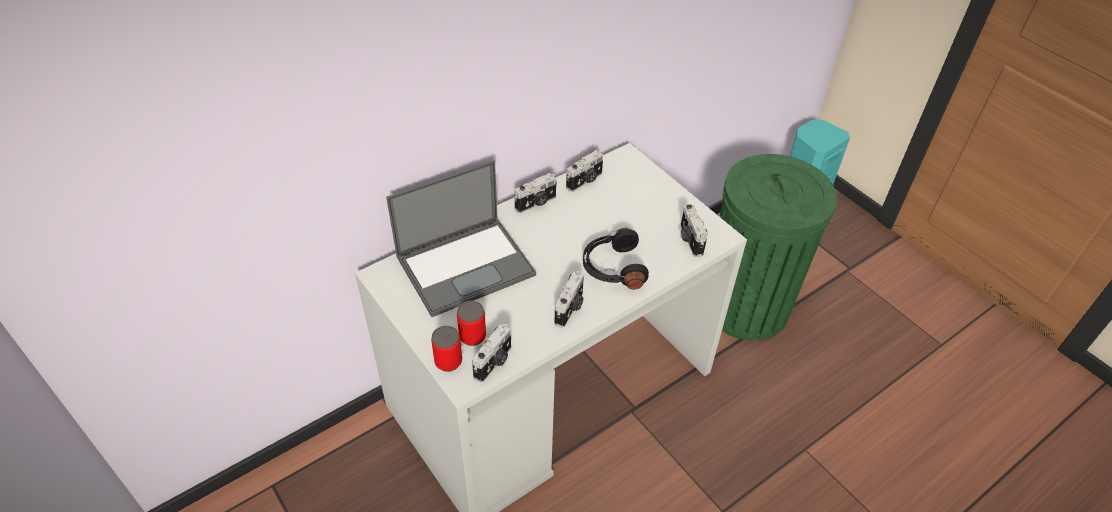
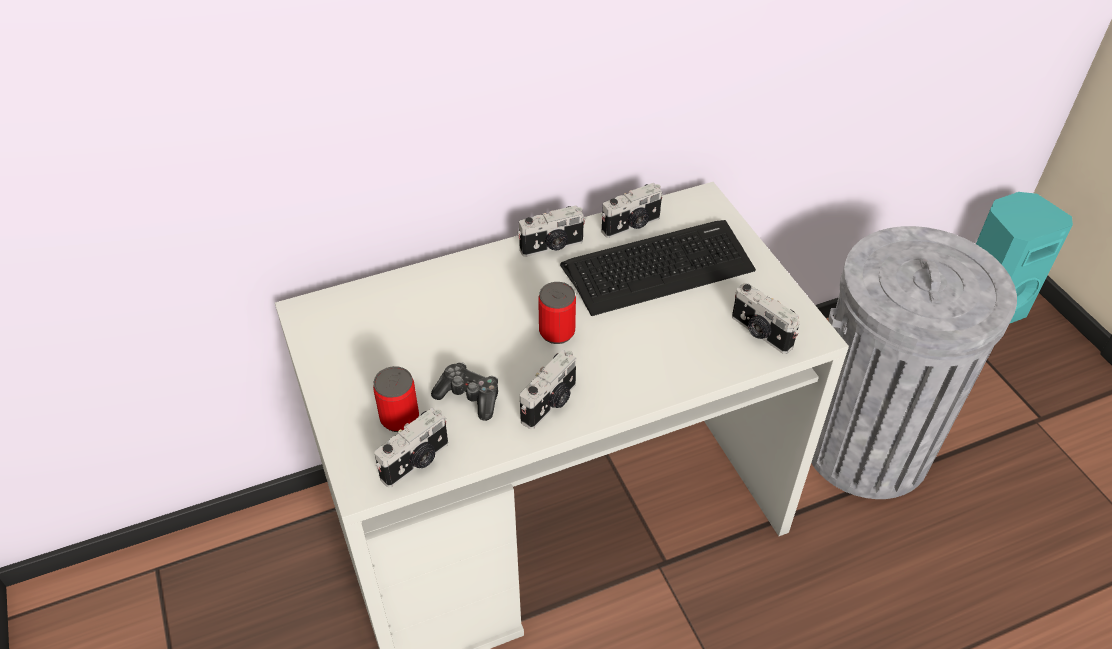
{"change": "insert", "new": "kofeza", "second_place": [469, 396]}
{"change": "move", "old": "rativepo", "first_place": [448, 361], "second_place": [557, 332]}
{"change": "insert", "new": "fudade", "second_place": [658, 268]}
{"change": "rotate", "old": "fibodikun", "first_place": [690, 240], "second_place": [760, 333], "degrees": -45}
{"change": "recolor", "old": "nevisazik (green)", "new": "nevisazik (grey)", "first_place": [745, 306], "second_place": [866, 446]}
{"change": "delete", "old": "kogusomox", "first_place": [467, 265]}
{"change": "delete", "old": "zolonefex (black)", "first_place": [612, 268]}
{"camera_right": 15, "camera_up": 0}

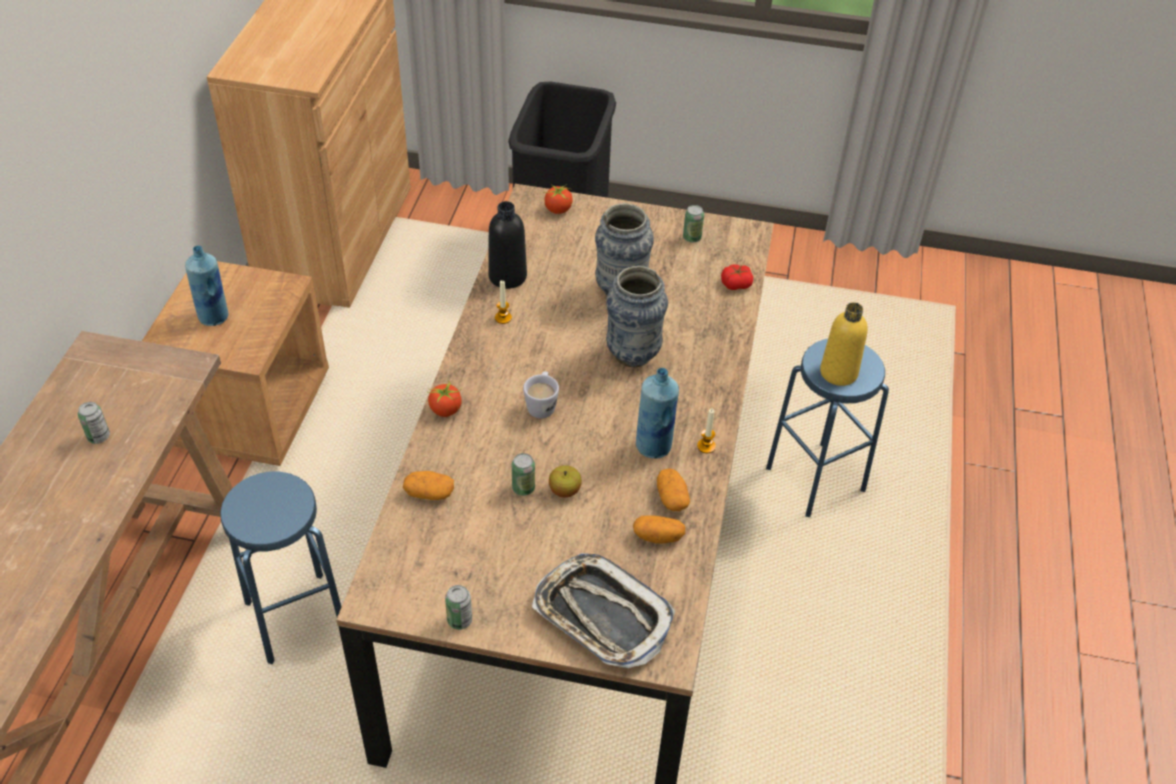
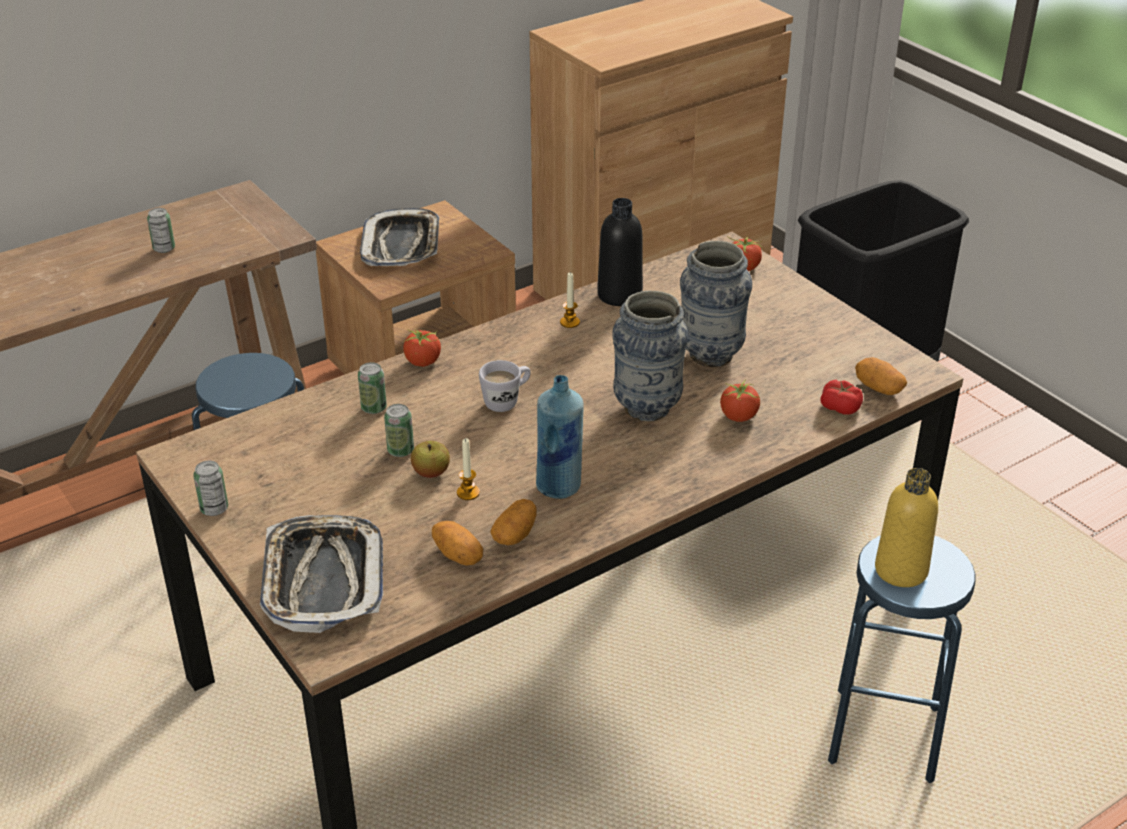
{"change": "move", "old": "rativepo", "first_place": [692, 237], "second_place": [374, 408]}
{"change": "replace", "old": "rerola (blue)", "new": "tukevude", "first_place": [214, 317], "second_place": [402, 245]}
{"change": "move", "old": "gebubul", "first_place": [706, 446], "second_place": [468, 493]}
{"change": "insert", "new": "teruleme", "second_place": [738, 417]}
{"change": "move", "old": "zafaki", "first_place": [429, 493], "second_place": [878, 388]}
{"camera_right": 45, "camera_up": -10}

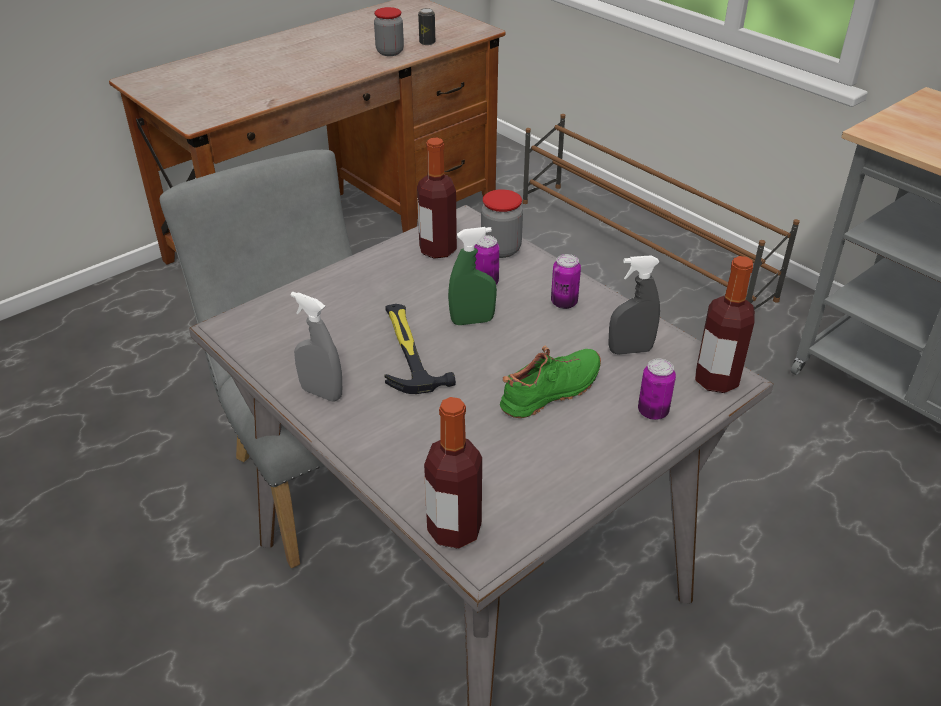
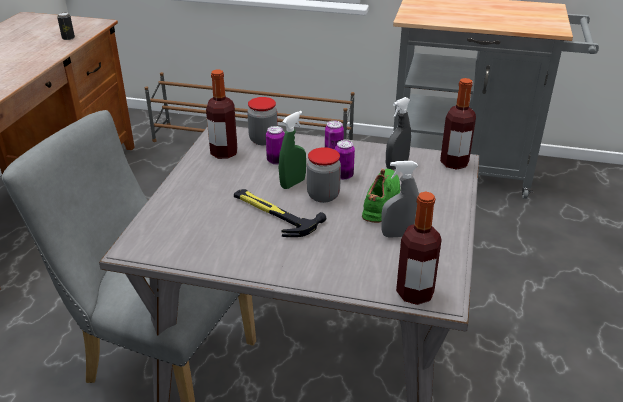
{"change": "move", "old": "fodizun", "first_place": [390, 52], "second_place": [323, 195]}
{"change": "move", "old": "rativepo", "first_place": [653, 412], "second_place": [343, 176]}
{"change": "move", "old": "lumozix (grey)", "first_place": [321, 393], "second_place": [398, 235]}
{"camera_right": -35, "camera_up": -5}

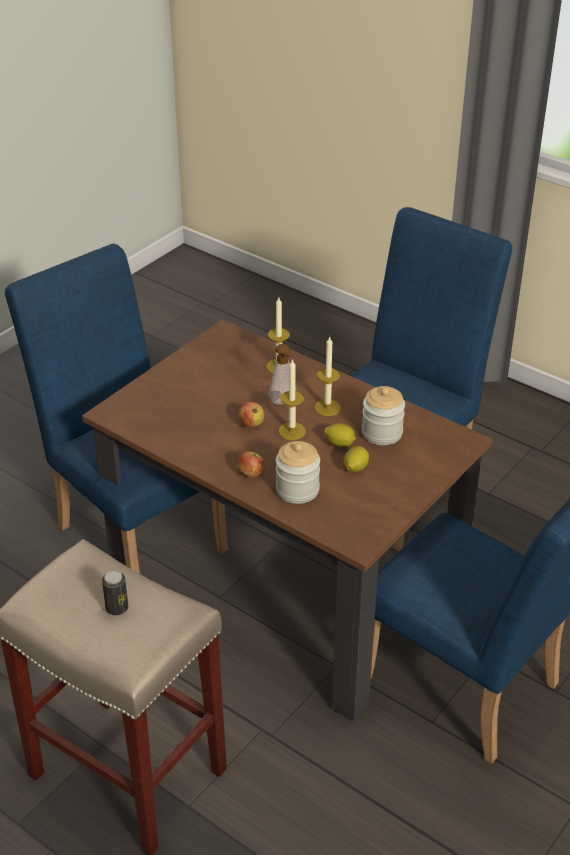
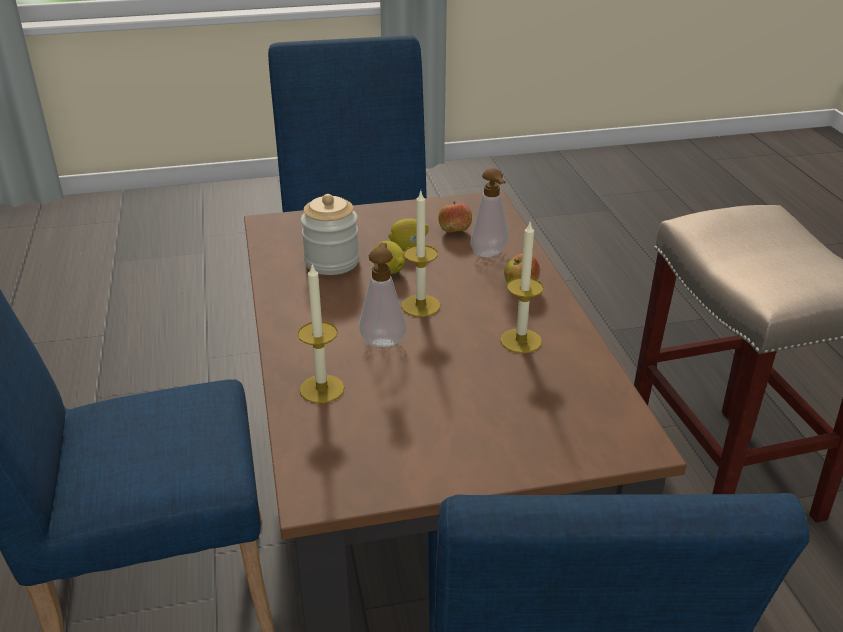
{"change": "move", "old": "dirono", "first_place": [251, 424], "second_place": [454, 231]}
{"change": "replace", "old": "fodizun", "new": "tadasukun", "first_place": [297, 490], "second_place": [490, 255]}
{"change": "move", "old": "gebubul", "first_place": [327, 407], "second_place": [521, 341]}
{"change": "delete", "old": "rativepo", "first_place": [117, 608]}
{"camera_right": -140, "camera_up": -5}

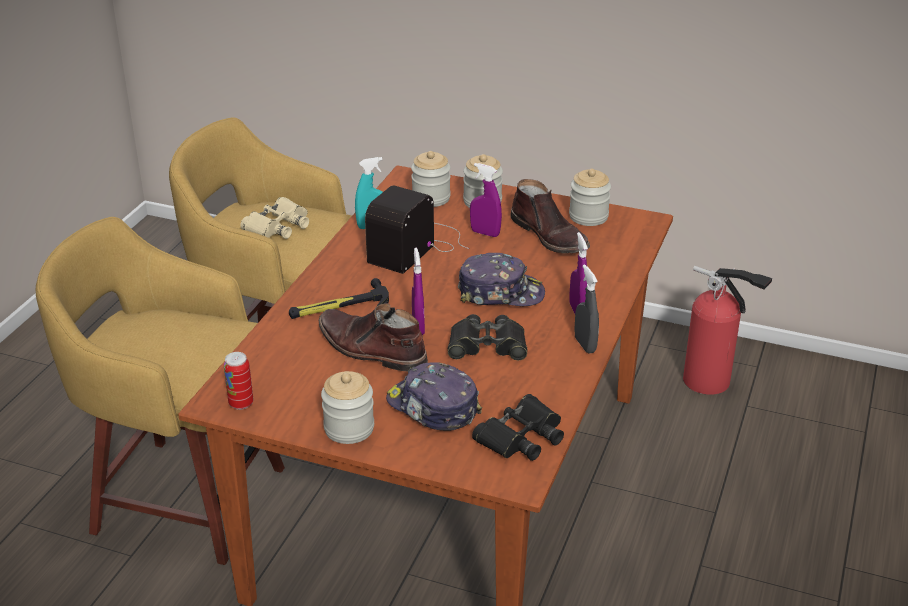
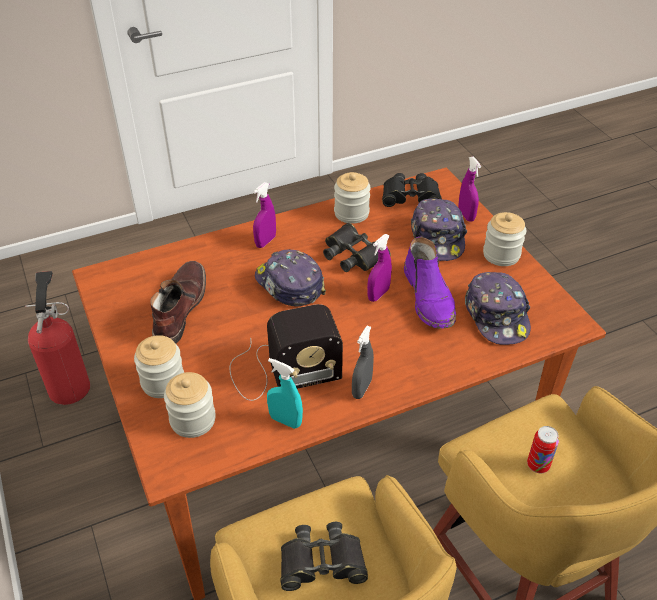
{"change": "recolor", "old": "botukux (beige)", "new": "botukux (black)", "first_place": [278, 226], "second_place": [322, 562]}
{"change": "move", "old": "fodizun", "first_place": [588, 216], "second_place": [351, 213]}
{"change": "move", "old": "lumozix (grey)", "first_place": [585, 345], "second_place": [362, 388]}
{"change": "recolor", "old": "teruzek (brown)", "new": "teruzek (purple)", "first_place": [371, 349], "second_place": [429, 298]}
{"change": "move", "old": "lumozix (purple)", "first_place": [485, 233], "second_place": [466, 215]}
{"change": "insert", "new": "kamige", "second_place": [496, 316]}
{"change": "move", "old": "rativepo", "first_place": [241, 403], "second_place": [538, 465]}
{"change": "delete", "old": "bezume", "first_place": [339, 307]}
{"camera_right": -135, "camera_up": 10}

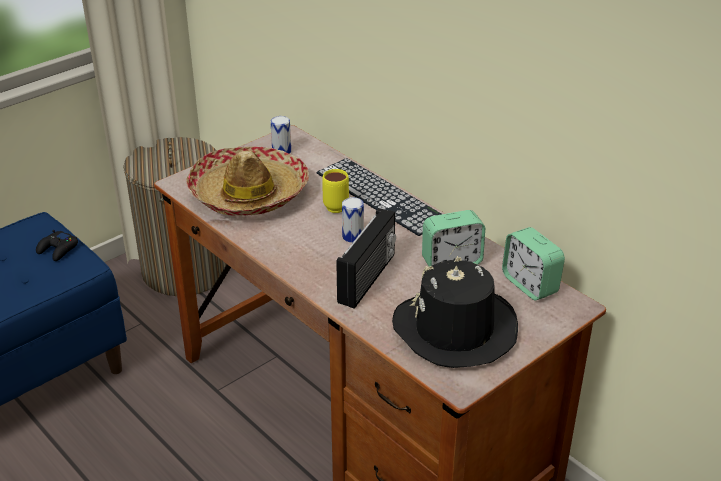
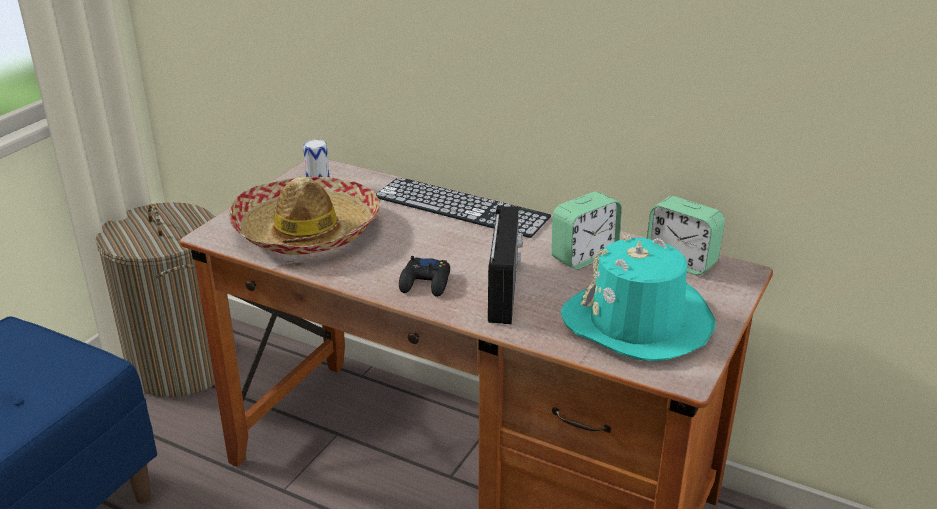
{"change": "move", "old": "kofeza (black)", "first_place": [58, 250], "second_place": [426, 283]}
{"change": "recolor", "old": "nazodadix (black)", "new": "nazodadix (turquoise)", "first_place": [454, 329], "second_place": [637, 322]}
{"change": "delete", "old": "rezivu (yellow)", "first_place": [334, 205]}
{"change": "delete", "old": "rativepo", "first_place": [353, 236]}
{"camera_right": -20, "camera_up": -5}

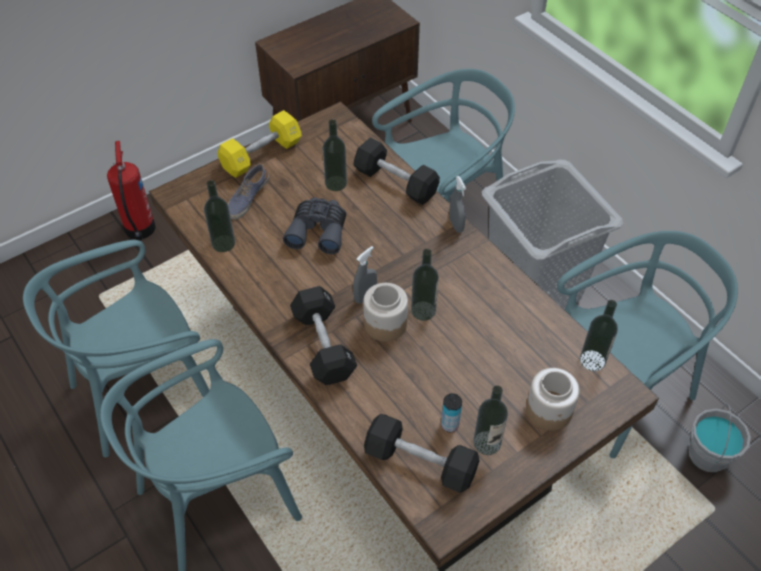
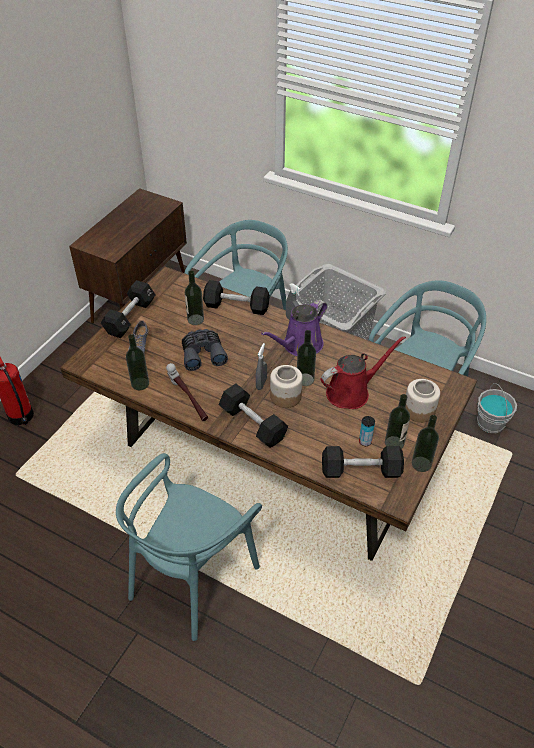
{"change": "recolor", "old": "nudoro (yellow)", "new": "nudoro (black)", "first_place": [261, 155], "second_place": [130, 317]}
{"change": "insert", "new": "bezume", "second_place": [188, 400]}
{"change": "insert", "new": "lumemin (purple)", "second_place": [300, 345]}
{"change": "insert", "new": "lumemin (red)", "second_place": [351, 392]}
{"change": "move", "old": "rerola", "first_place": [592, 360], "second_place": [421, 464]}
{"change": "delete", "old": "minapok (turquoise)", "first_place": [144, 393]}
{"camera_right": -25, "camera_up": -5}

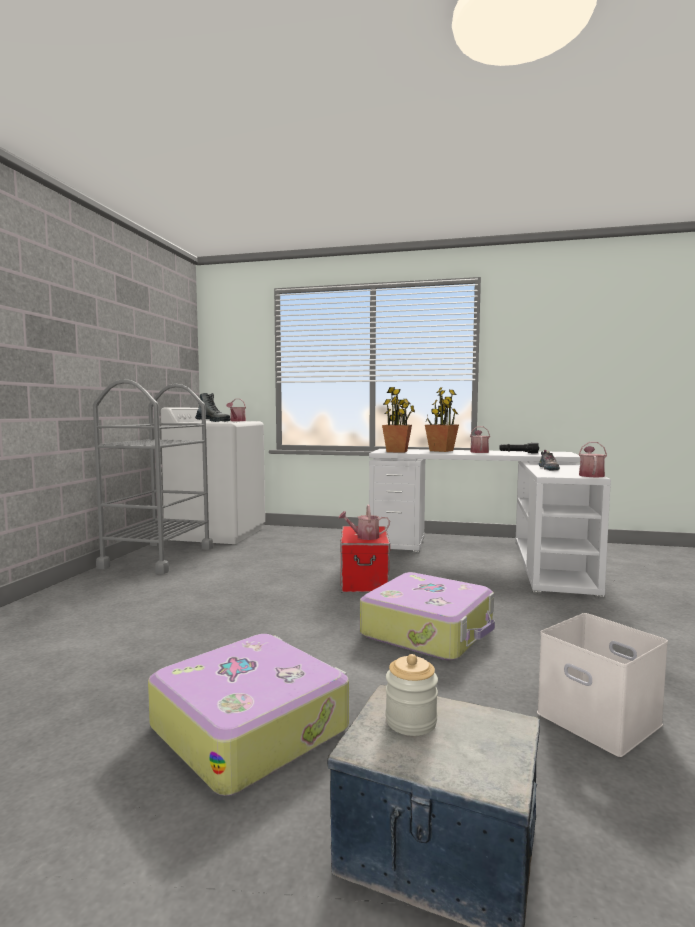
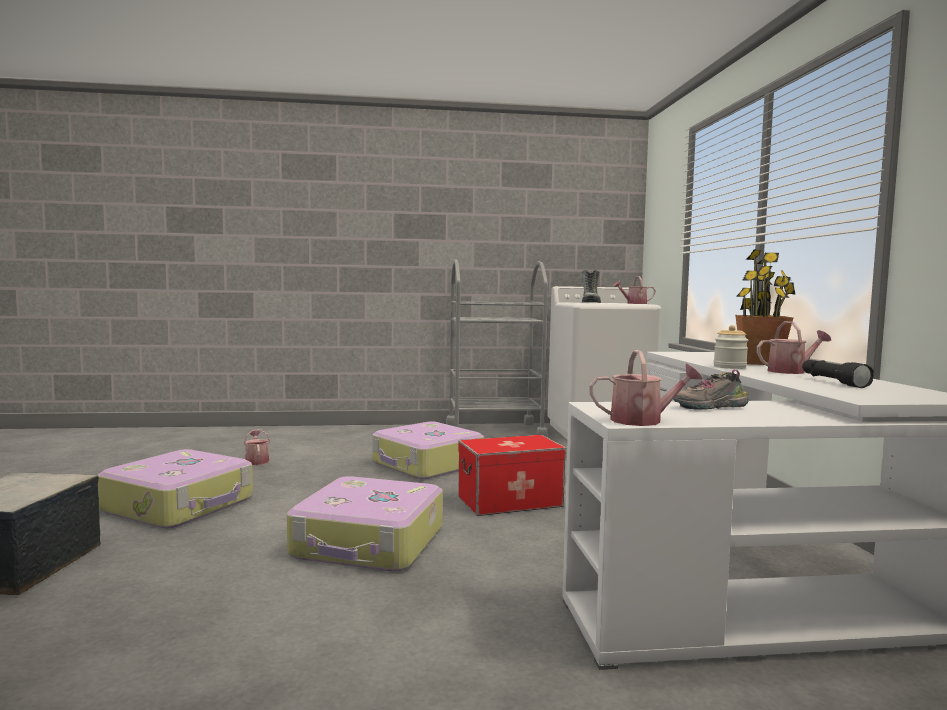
{"change": "move", "old": "lumemin", "first_place": [364, 537], "second_place": [257, 460]}
{"change": "insert", "new": "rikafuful", "second_place": [427, 464]}
{"change": "move", "old": "fodizun", "first_place": [411, 721], "second_place": [729, 367]}
{"change": "delete", "old": "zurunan", "first_place": [397, 451]}
{"change": "delete", "old": "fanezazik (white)", "first_place": [595, 718]}
{"camera_right": 70, "camera_up": 0}

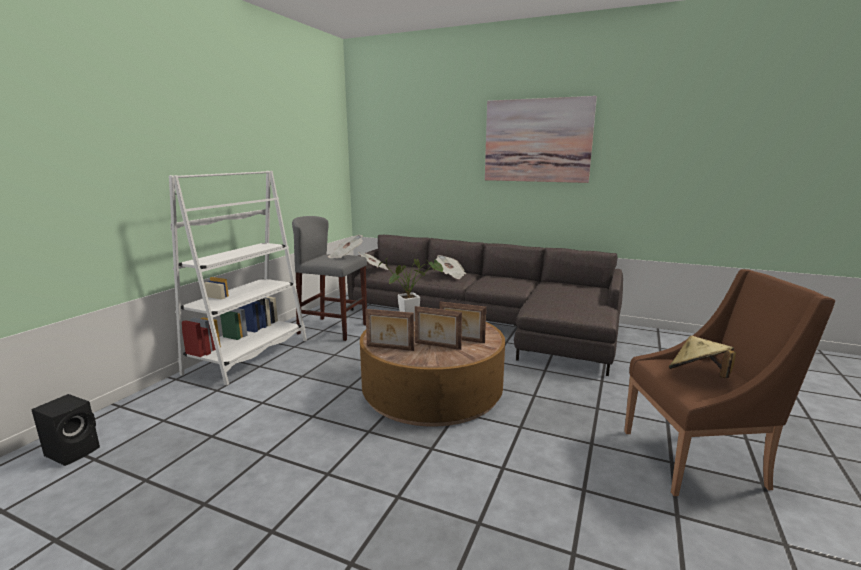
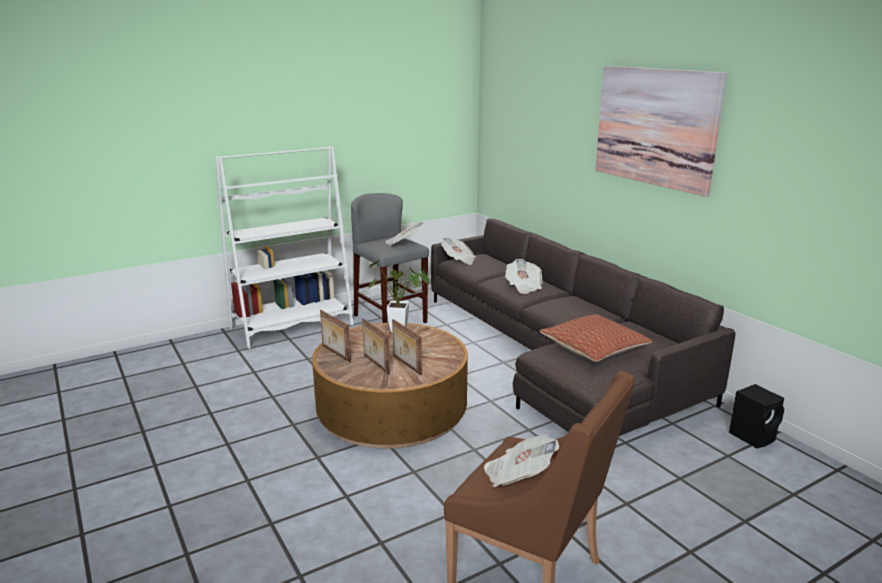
{"change": "replace", "old": "nazodadix (beige)", "new": "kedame", "first_place": [697, 375], "second_place": [518, 476]}
{"change": "insert", "new": "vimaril", "second_place": [594, 349]}
{"change": "move", "old": "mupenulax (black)", "first_place": [74, 451], "second_place": [753, 436]}
{"camera_right": 35, "camera_up": 5}

